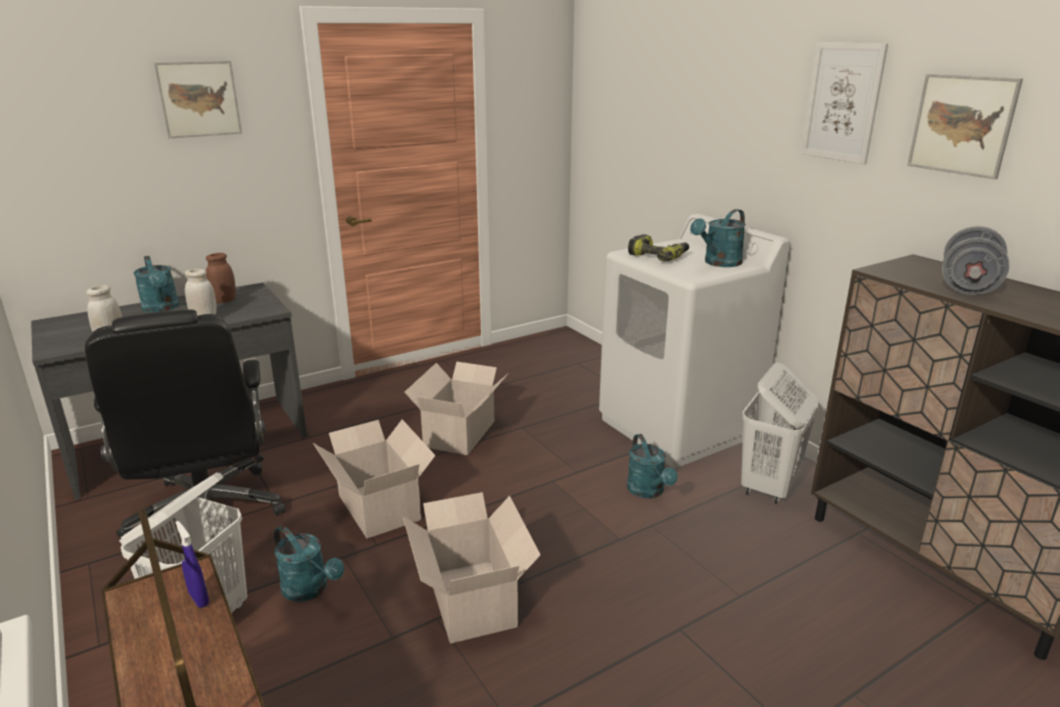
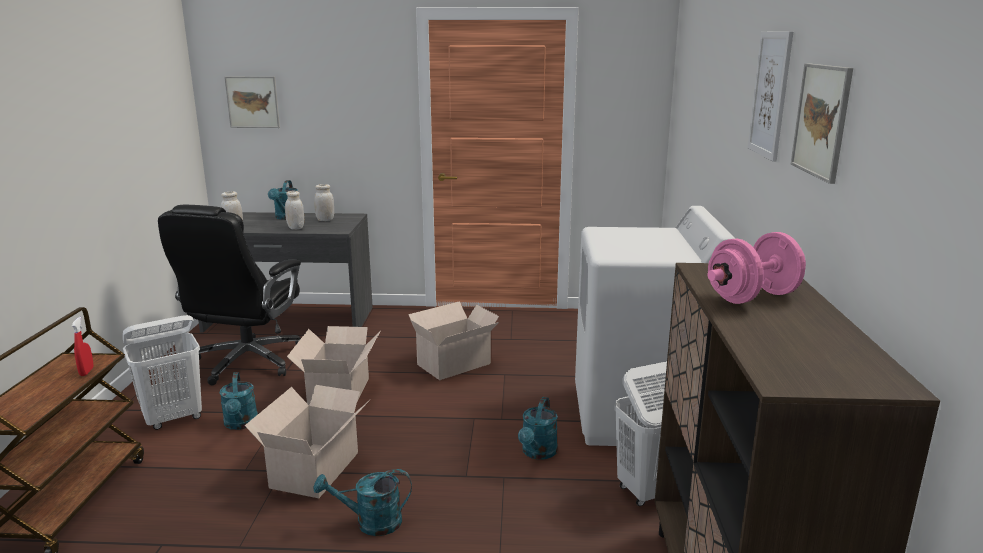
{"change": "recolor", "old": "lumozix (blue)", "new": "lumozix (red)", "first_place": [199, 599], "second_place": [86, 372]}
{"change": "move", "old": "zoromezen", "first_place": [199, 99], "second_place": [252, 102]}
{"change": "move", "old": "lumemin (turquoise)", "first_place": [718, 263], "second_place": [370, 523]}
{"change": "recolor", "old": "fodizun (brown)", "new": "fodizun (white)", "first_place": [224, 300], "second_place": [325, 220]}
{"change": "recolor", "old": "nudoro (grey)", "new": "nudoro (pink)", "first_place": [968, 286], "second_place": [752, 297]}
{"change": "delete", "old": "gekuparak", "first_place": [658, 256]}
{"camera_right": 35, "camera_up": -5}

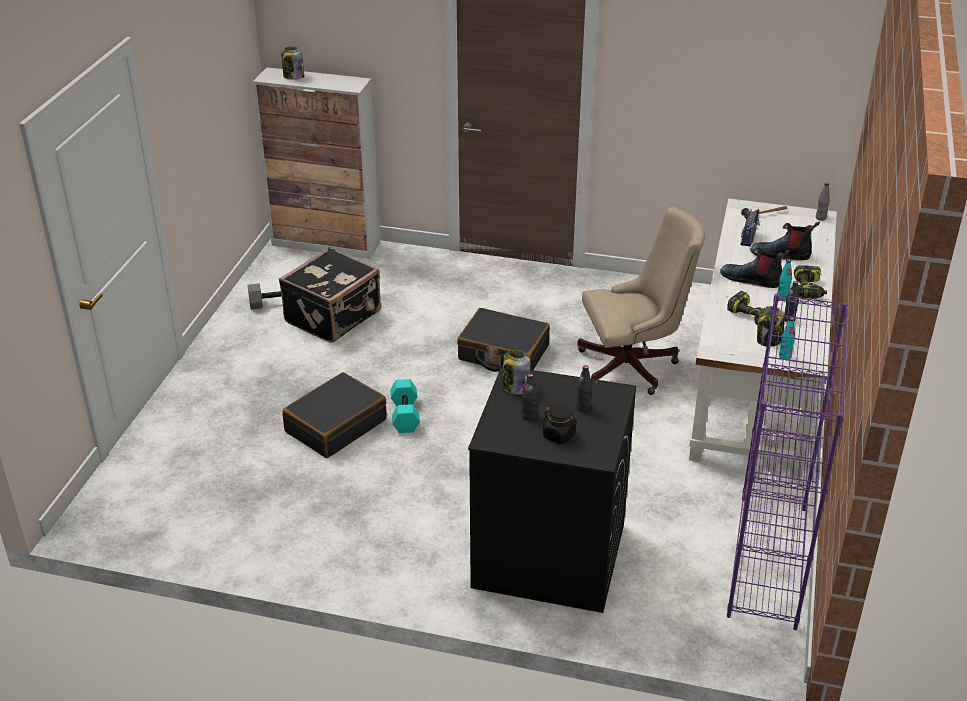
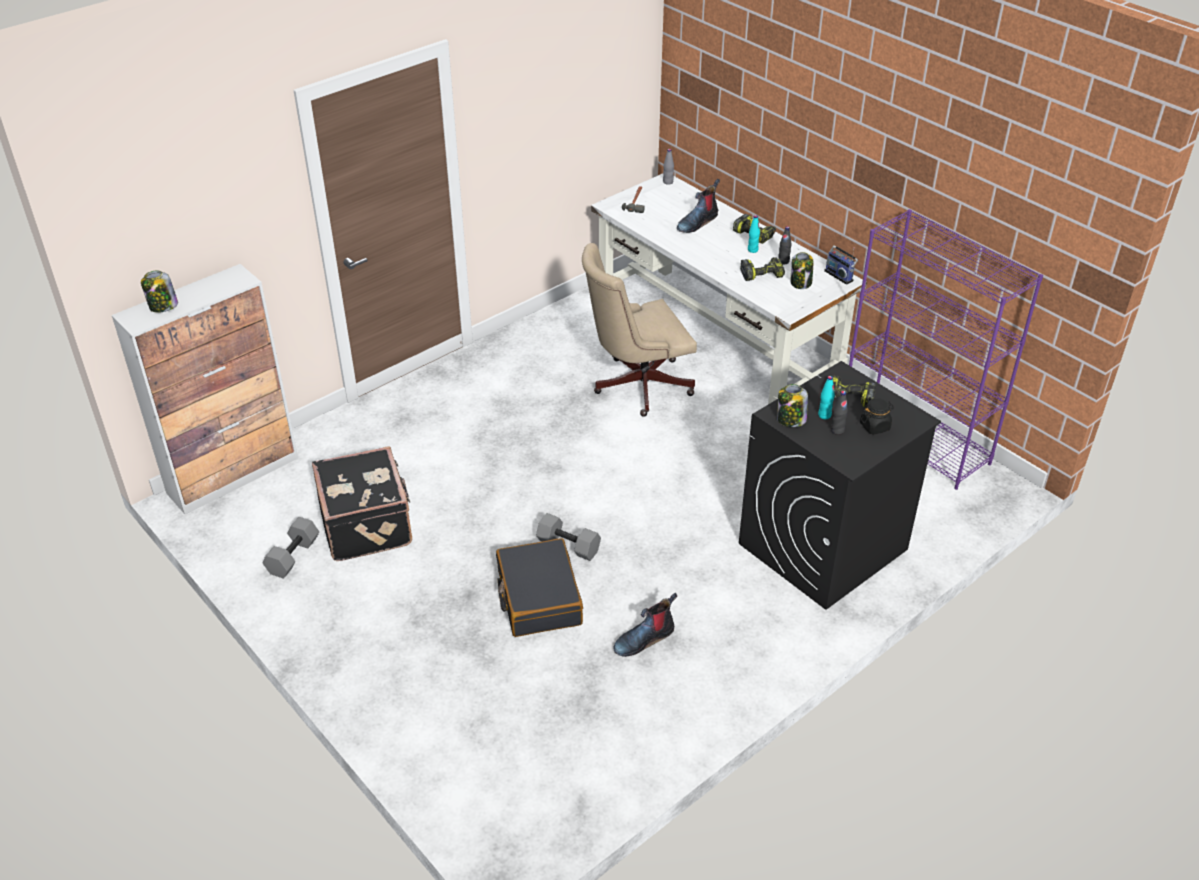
{"change": "recolor", "old": "nudoro (turquoise)", "new": "nudoro (grey)", "first_place": [404, 415], "second_place": [567, 546]}
{"change": "rotate", "old": "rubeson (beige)", "first_place": [634, 366], "second_place": [636, 385], "degrees": -135}
{"change": "move", "old": "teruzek", "first_place": [752, 279], "second_place": [644, 638]}
{"change": "move", "old": "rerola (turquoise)", "first_place": [785, 356], "second_place": [824, 415]}
{"change": "move", "old": "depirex", "first_place": [749, 238], "second_place": [840, 275]}
{"change": "replace", "old": "rerola (black)", "new": "gekuparak", "first_place": [583, 408], "second_place": [849, 399]}
{"change": "delete", "old": "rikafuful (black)", "first_place": [503, 353]}
{"camera_right": -55, "camera_up": 5}

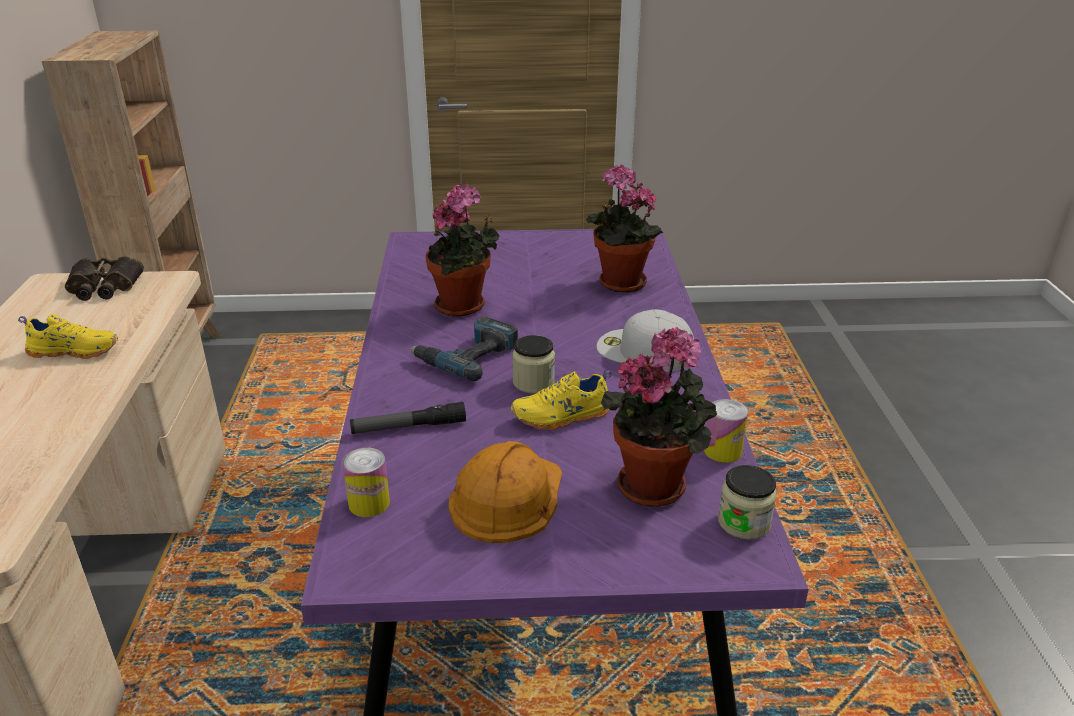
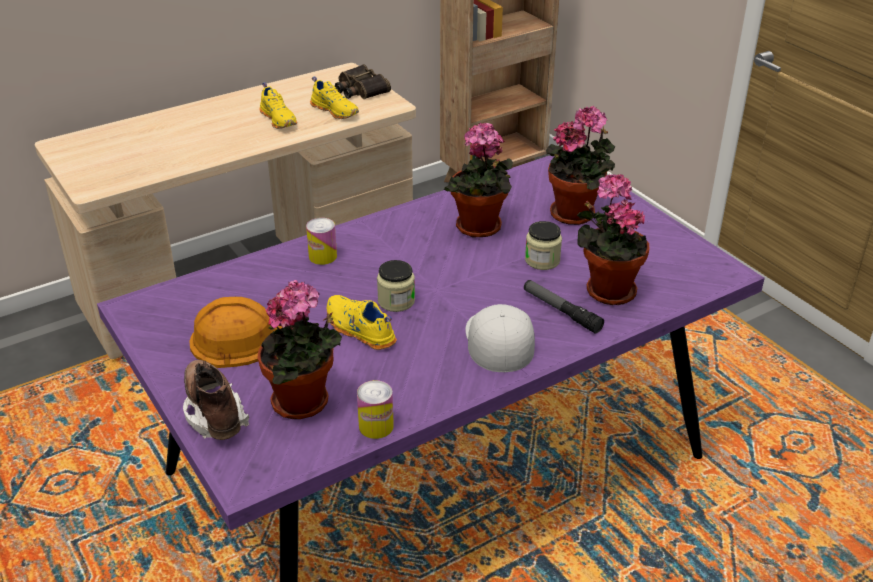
{"change": "insert", "new": "teruzek (brown)", "second_place": [214, 413]}
{"change": "move", "old": "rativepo", "first_place": [369, 503], "second_place": [322, 256]}
{"change": "insert", "new": "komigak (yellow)", "second_place": [336, 111]}
{"change": "move", "old": "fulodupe", "first_place": [408, 427], "second_place": [561, 311]}
{"change": "move", "old": "fodizun", "first_place": [744, 522], "second_place": [542, 260]}
{"change": "insert", "new": "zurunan", "second_place": [576, 213]}
{"change": "delete", "old": "gekuparak", "first_place": [467, 356]}
{"camera_right": 60, "camera_up": 5}

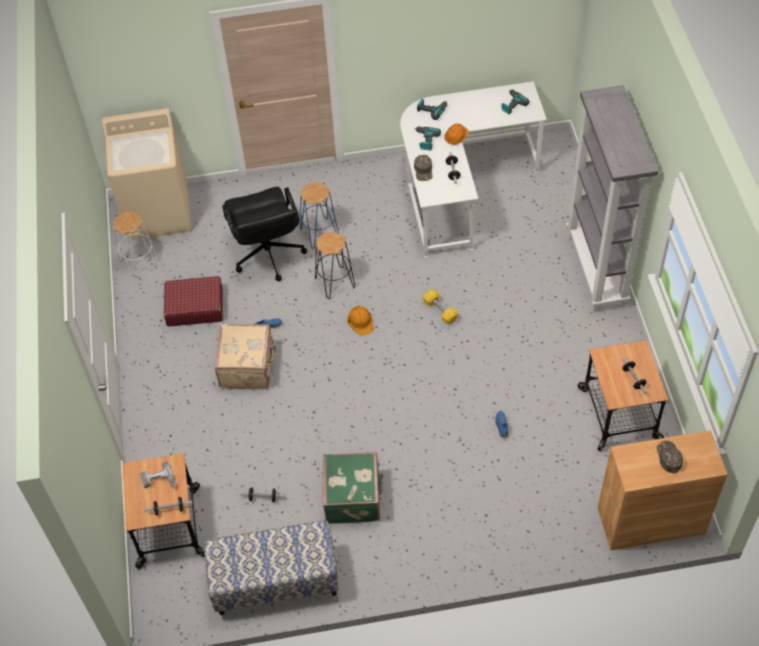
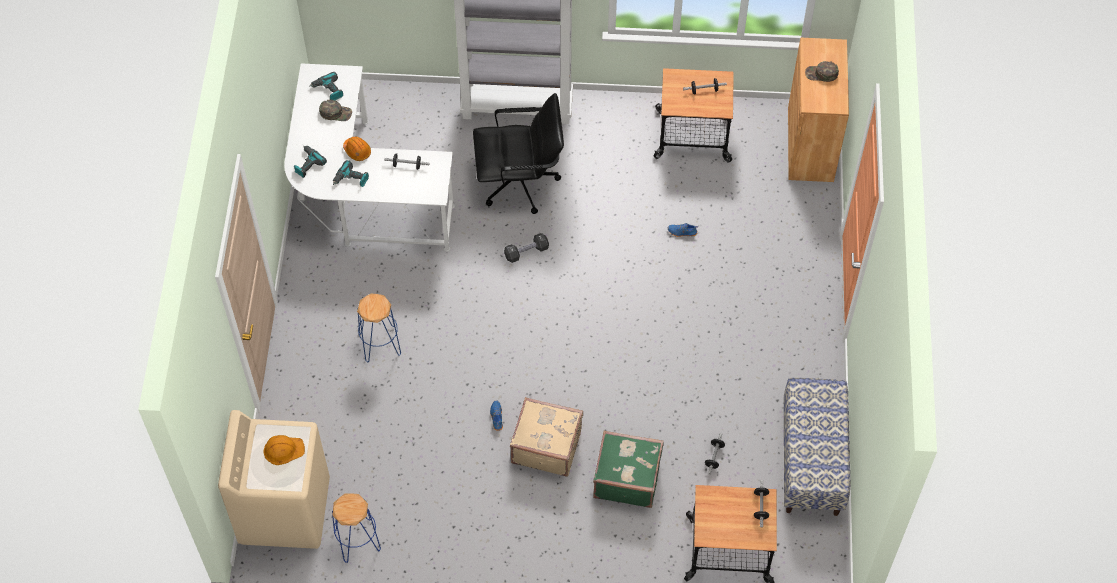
{"change": "move", "old": "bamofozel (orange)", "first_place": [361, 321], "second_place": [283, 450]}
{"change": "move", "old": "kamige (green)", "first_place": [423, 170], "second_place": [336, 112]}
{"change": "recolor", "old": "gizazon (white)", "new": "gizazon (blue)", "first_place": [139, 262], "second_place": [357, 540]}
{"change": "move", "old": "rubeson (black)", "first_place": [268, 255], "second_place": [520, 183]}
{"change": "recolor", "old": "nudoro (yellow)", "new": "nudoro (black)", "first_place": [440, 311], "second_place": [526, 252]}
{"change": "move", "old": "rikafuful (green)", "first_place": [354, 497], "second_place": [626, 477]}
{"change": "delete", "old": "gekuparak", "first_place": [159, 481]}
{"change": "delete", "old": "rikafuful (red)", "first_place": [194, 307]}
{"change": "delete", "old": "gizazon (black)", "first_place": [335, 282]}
{"camera_right": -80, "camera_up": 5}

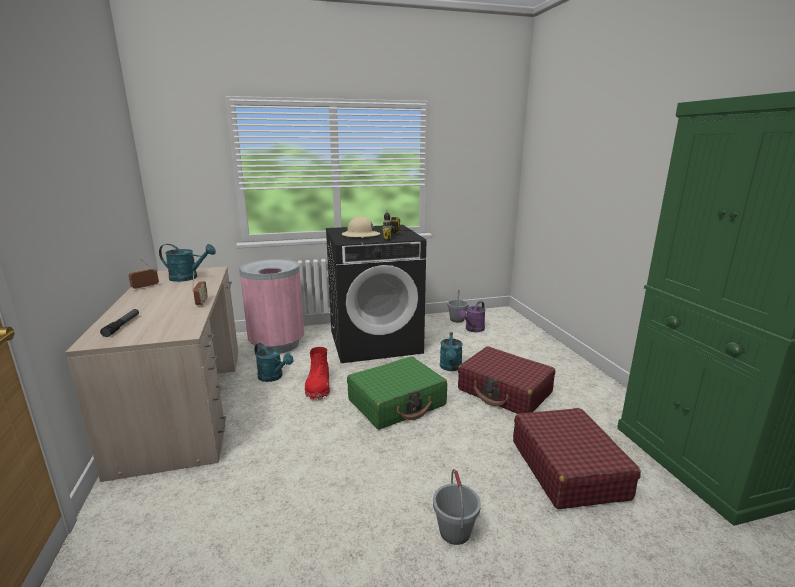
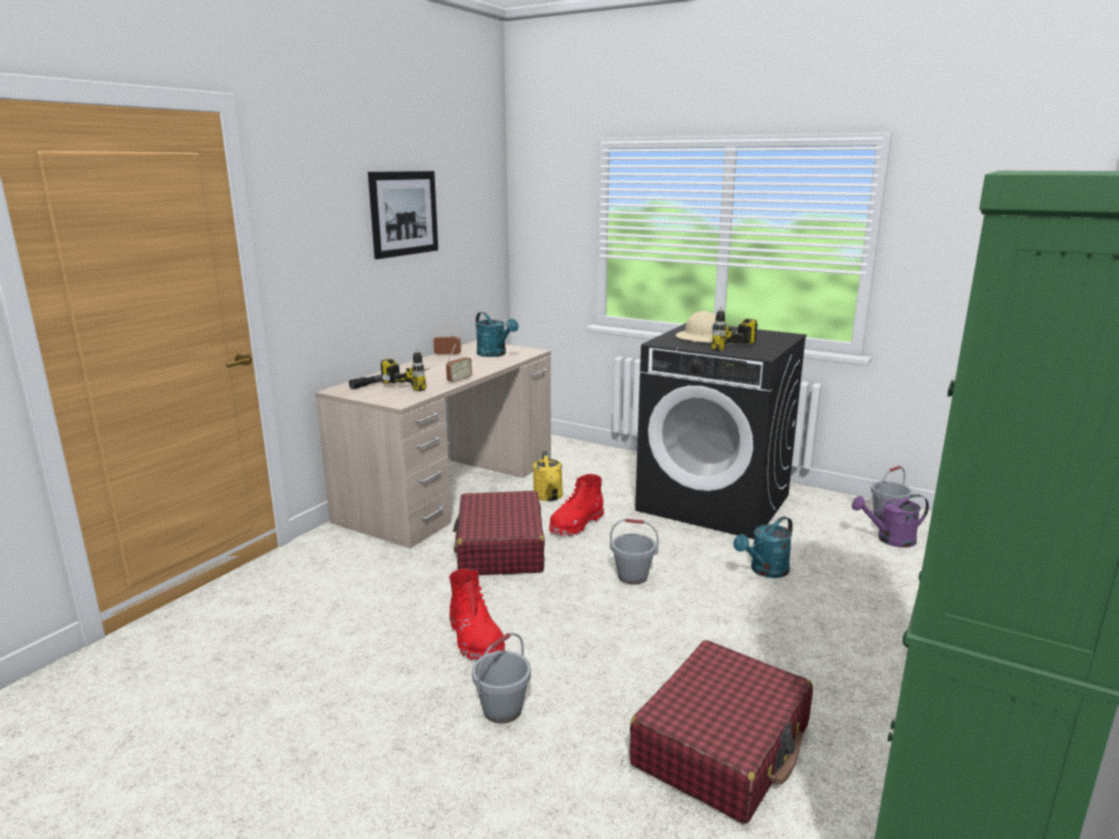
{"change": "insert", "new": "zoromezen", "second_place": [404, 213]}
{"change": "insert", "new": "gekuparak", "second_place": [415, 384]}
{"change": "insert", "new": "teruzek (red)", "second_place": [475, 639]}
{"change": "move", "old": "rikafuful (red)", "first_place": [504, 391], "second_place": [500, 548]}
{"change": "recolor", "old": "lumemin (turquoise)", "new": "lumemin (yellow)", "first_place": [273, 377], "second_place": [549, 497]}
{"change": "replace", "old": "rikafuful (green)", "new": "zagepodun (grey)", "first_place": [397, 403], "second_place": [632, 576]}
{"change": "delete", "old": "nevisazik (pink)", "first_place": [277, 344]}
{"camera_right": 45, "camera_up": 0}

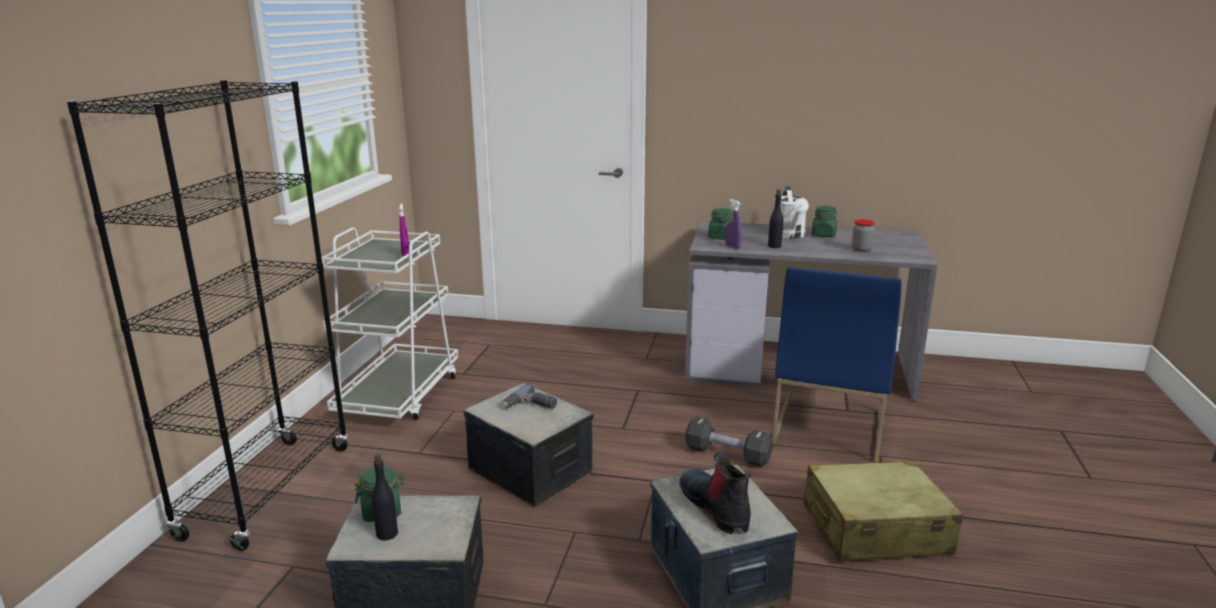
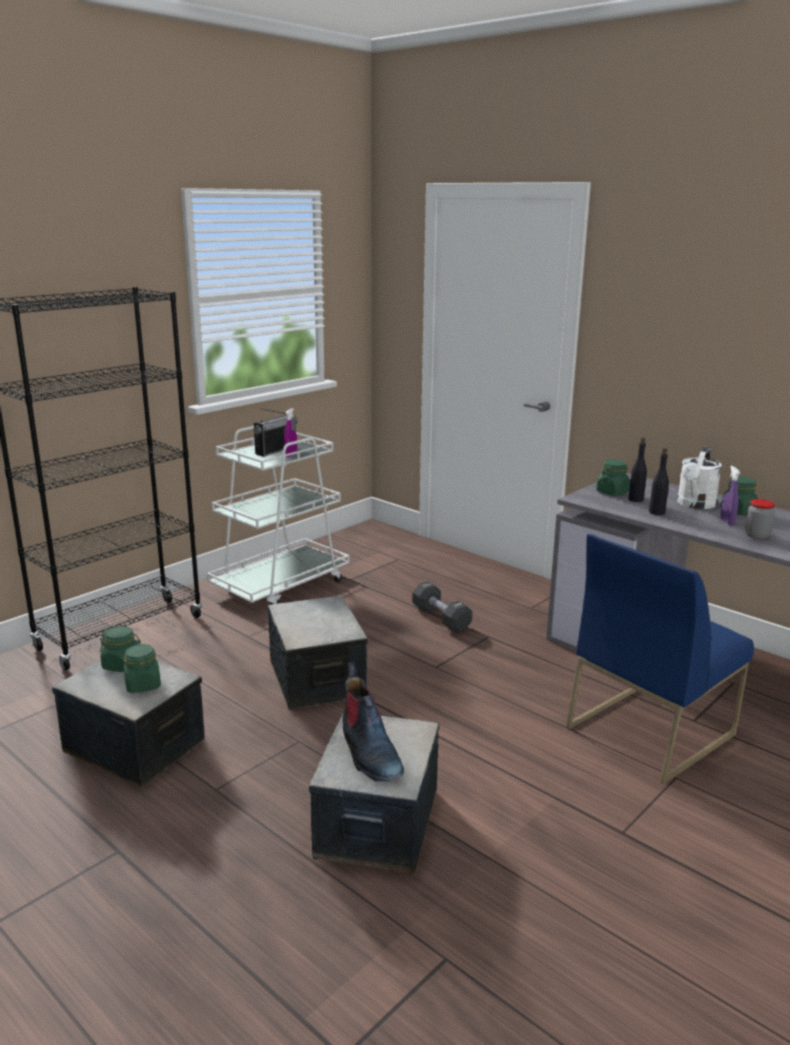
{"change": "insert", "new": "fodizun (green)", "second_place": [143, 684]}
{"change": "insert", "new": "depirex", "second_place": [276, 450]}
{"change": "rotate", "old": "teruzek", "first_place": [716, 507], "second_place": [369, 753], "degrees": 150}
{"change": "move", "old": "nudoro (black)", "first_place": [727, 454], "second_place": [441, 618]}
{"change": "move", "old": "rerola (black)", "first_place": [387, 533], "second_place": [635, 499]}
{"change": "move", "old": "lumozix (purple)", "first_place": [732, 246], "second_place": [727, 522]}
{"change": "delete", "old": "gekuparak", "first_place": [530, 406]}
{"change": "delete", "old": "rikafuful (beige)", "first_place": [874, 529]}
{"camera_right": 30, "camera_up": 0}

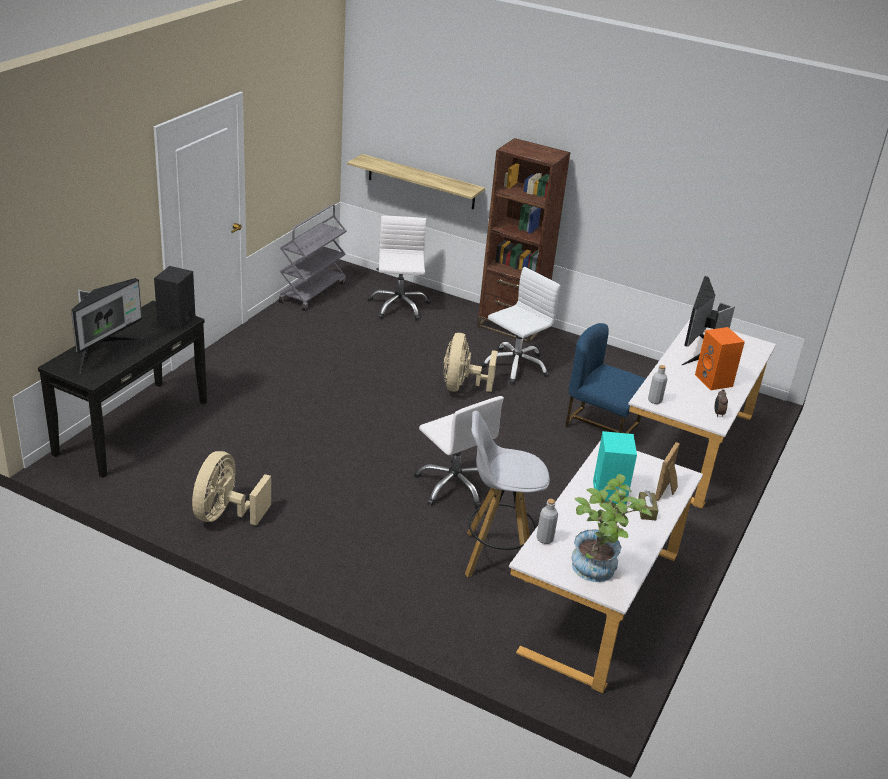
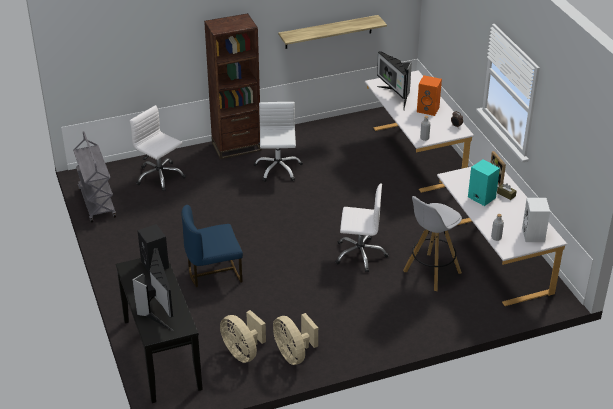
{"change": "move", "old": "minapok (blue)", "first_place": [600, 427], "second_place": [214, 272]}
{"change": "move", "old": "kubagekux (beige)", "first_place": [462, 386], "second_place": [243, 352]}
{"change": "move", "old": "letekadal", "first_place": [421, 182], "second_place": [328, 32]}
{"change": "replace", "old": "zurunan", "new": "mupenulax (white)", "first_place": [597, 571], "second_place": [534, 235]}
{"camera_right": -45, "camera_up": 5}

